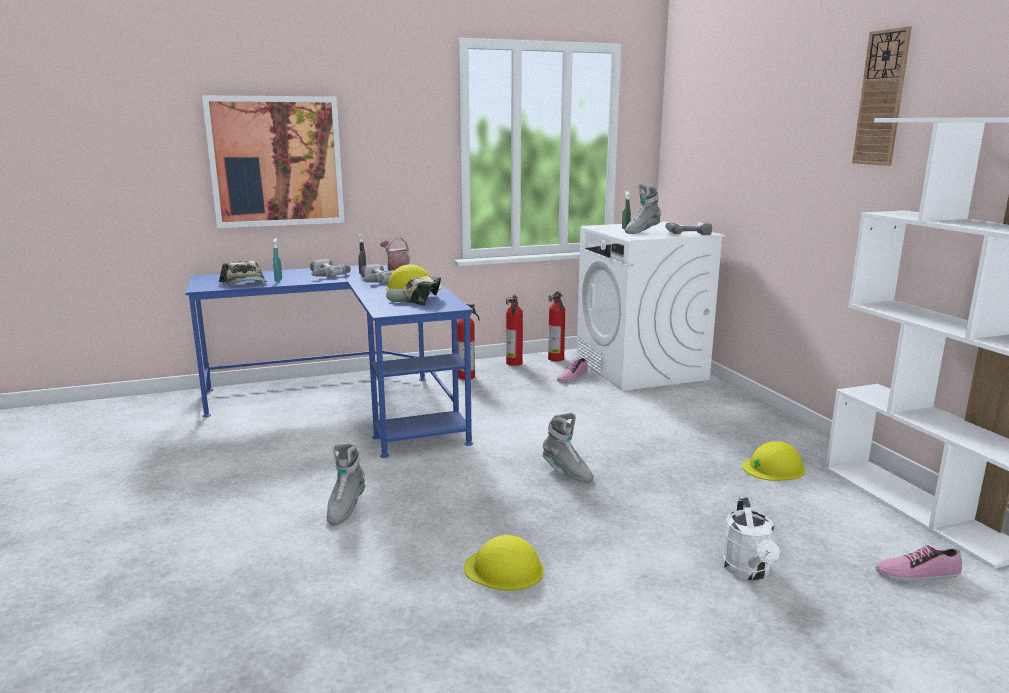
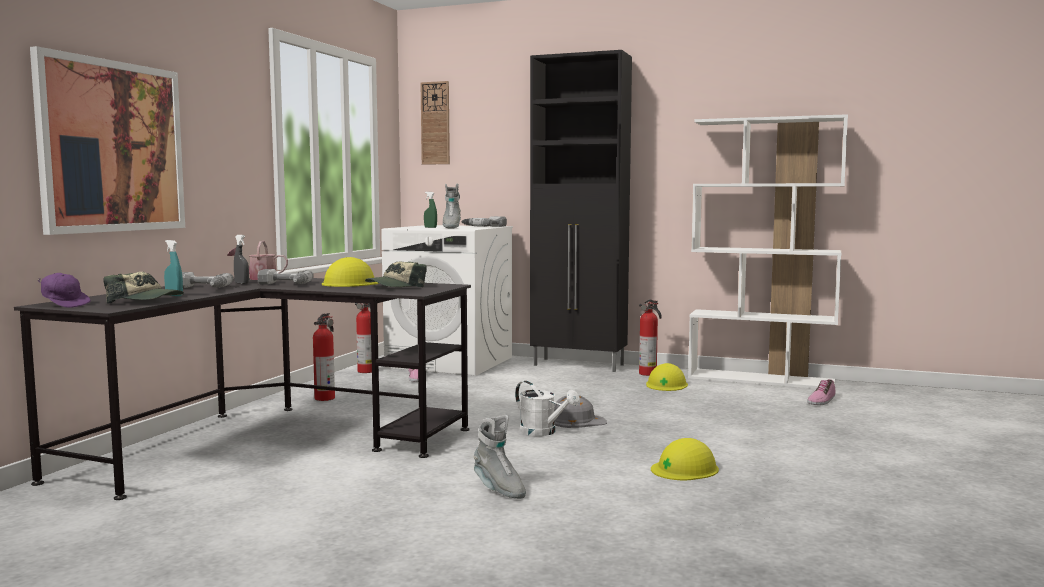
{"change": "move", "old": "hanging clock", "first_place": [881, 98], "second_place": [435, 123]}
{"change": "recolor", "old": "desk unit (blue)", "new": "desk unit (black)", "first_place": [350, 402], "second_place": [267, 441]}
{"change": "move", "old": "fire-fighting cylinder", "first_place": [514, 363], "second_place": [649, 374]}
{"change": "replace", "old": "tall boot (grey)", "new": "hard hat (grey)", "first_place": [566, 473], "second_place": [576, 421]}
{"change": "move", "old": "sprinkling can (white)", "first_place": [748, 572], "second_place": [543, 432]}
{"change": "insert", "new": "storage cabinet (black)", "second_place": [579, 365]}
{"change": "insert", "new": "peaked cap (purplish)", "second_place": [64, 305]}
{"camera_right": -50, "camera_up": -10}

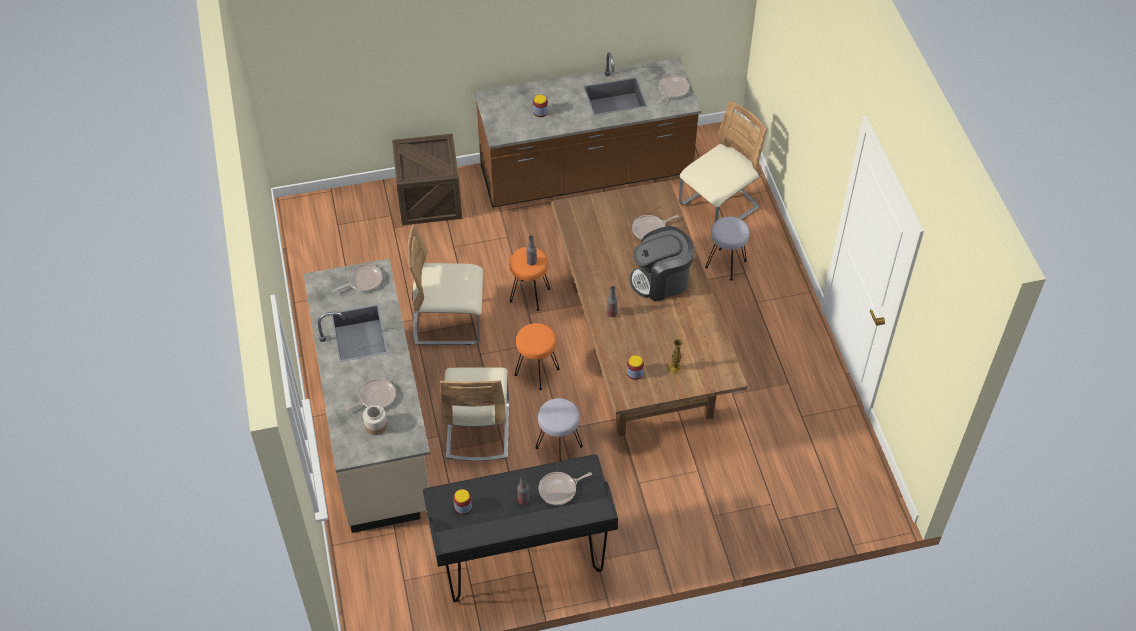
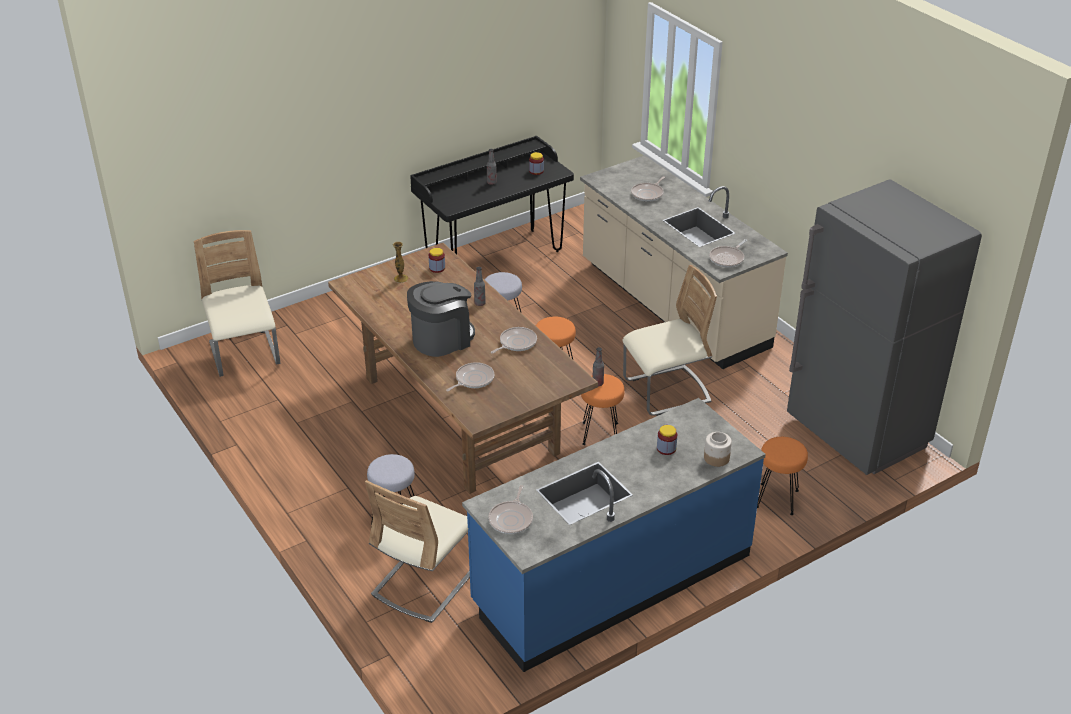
{"change": "recolor", "old": "kitchen base unit (brown-coloured)", "new": "kitchen base unit (blue)", "first_place": [586, 174], "second_place": [611, 580]}
{"change": "replace", "old": "crate", "new": "sitting stool (orange)", "first_place": [429, 199], "second_place": [777, 499]}
{"change": "move", "old": "plain chair (beige-coloured)", "first_place": [477, 429], "second_place": [245, 355]}
{"change": "move", "old": "jar", "first_place": [376, 425], "second_place": [716, 458]}
{"change": "move", "old": "frying pan", "first_place": [559, 490], "second_place": [516, 343]}
{"change": "insert", "new": "fridge (grey)", "second_place": [857, 435]}
{"camera_right": 160, "camera_up": -15}

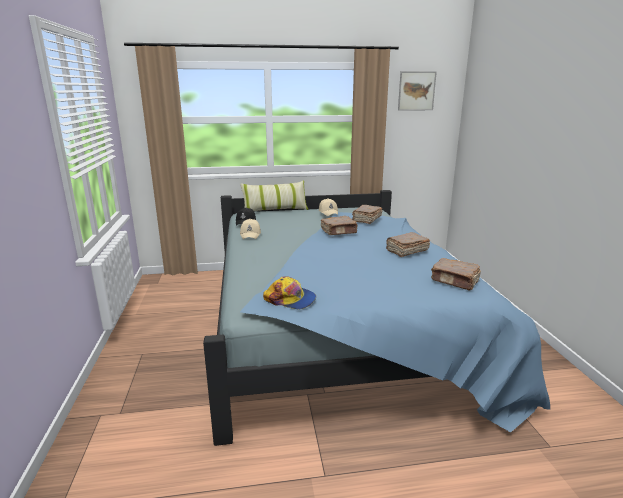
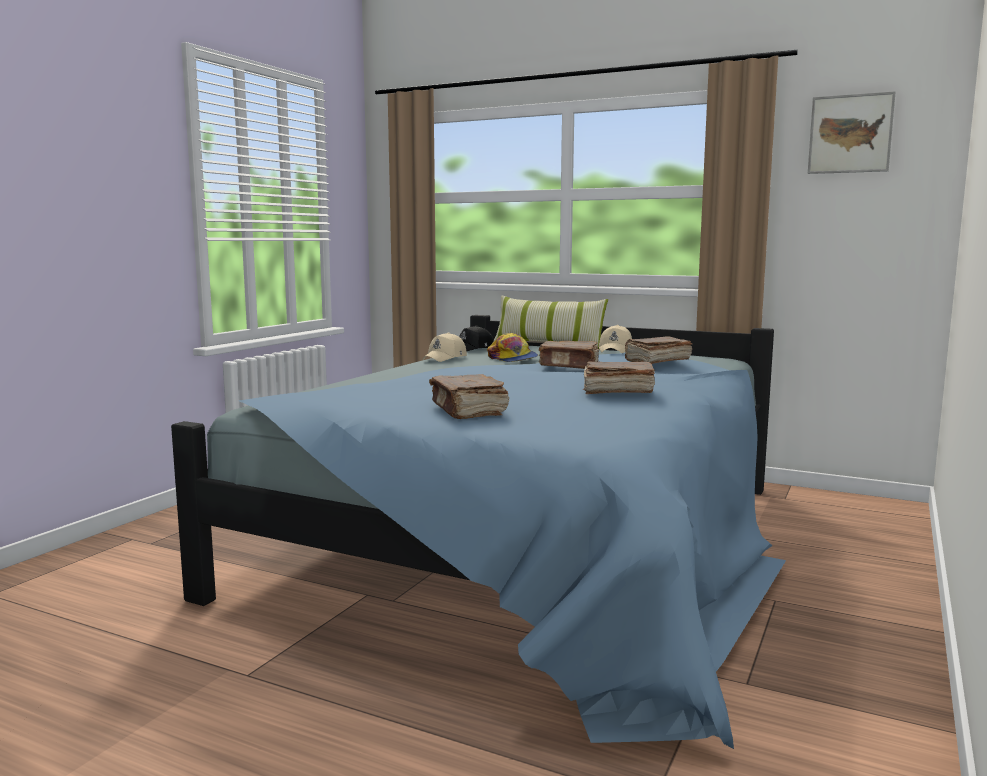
{"change": "move", "old": "bound book (brown-coloured)", "first_place": [455, 281], "second_place": [468, 410]}
{"change": "move", "old": "peaked cap", "first_place": [290, 299], "second_place": [513, 358]}
{"camera_right": 35, "camera_up": -10}

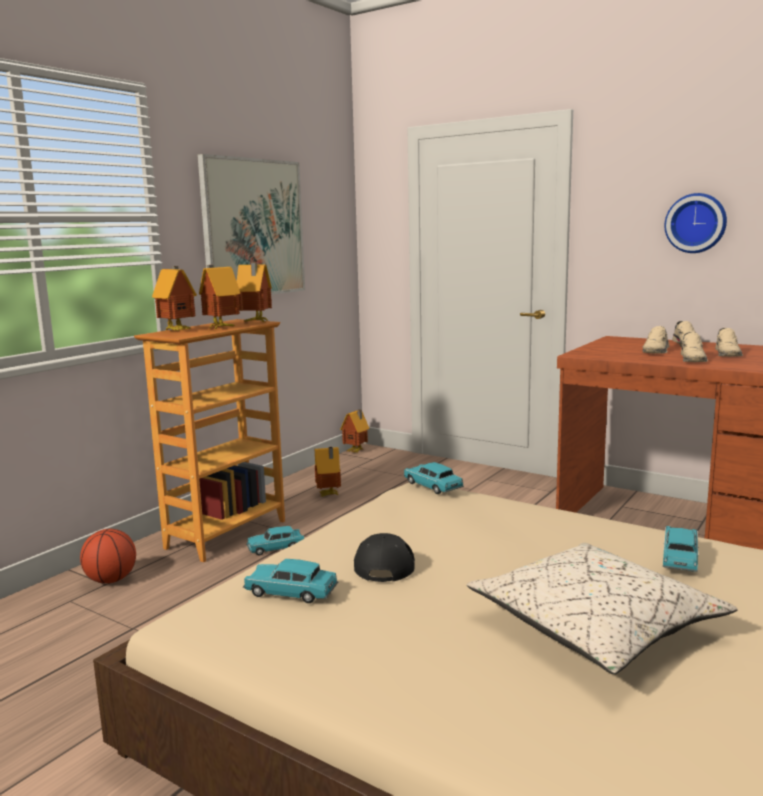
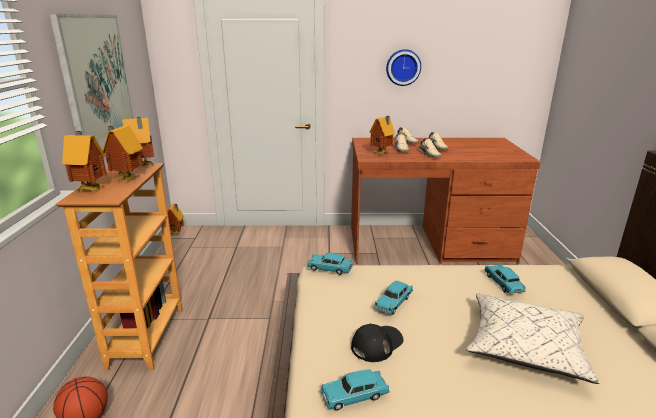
{"change": "move", "old": "toy house", "first_place": [329, 495], "second_place": [382, 153]}
{"change": "move", "old": "miniature car (turquoise-coloured)", "first_place": [276, 548], "second_place": [393, 303]}
{"change": "rotate", "old": "peaked cap (black)", "first_place": [385, 563], "second_place": [377, 344], "degrees": 75}
{"camera_right": -35, "camera_up": 10}

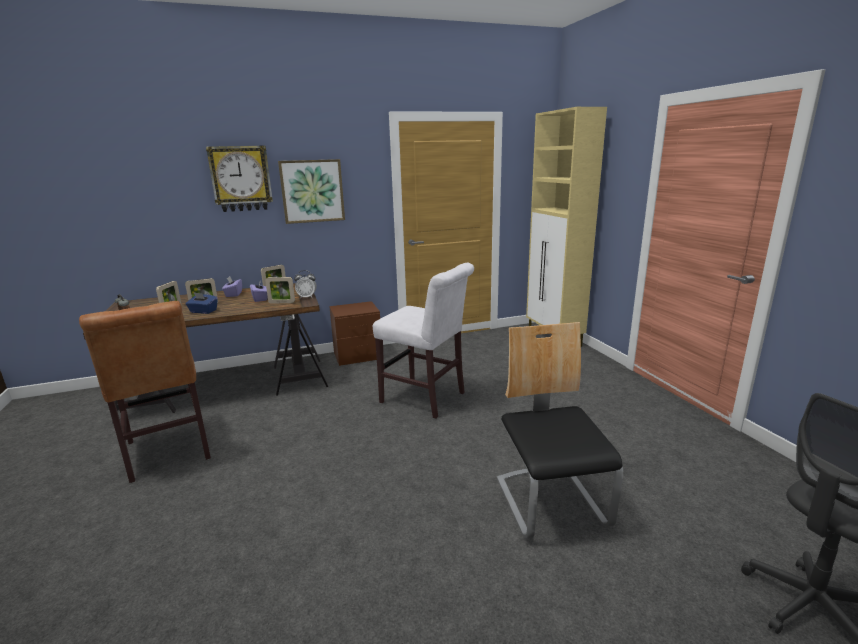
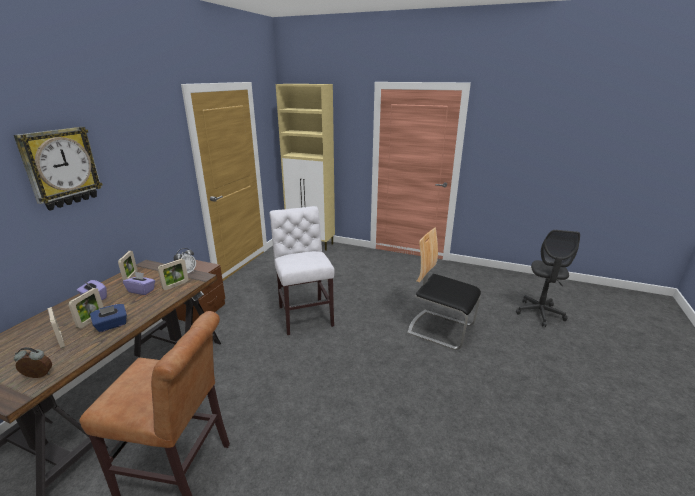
{"change": "delete", "old": "picture", "first_place": [312, 191]}
{"change": "rotate", "old": "plain chair (white)", "first_place": [426, 399], "second_place": [304, 314], "degrees": -90}
{"camera_right": -50, "camera_up": 5}

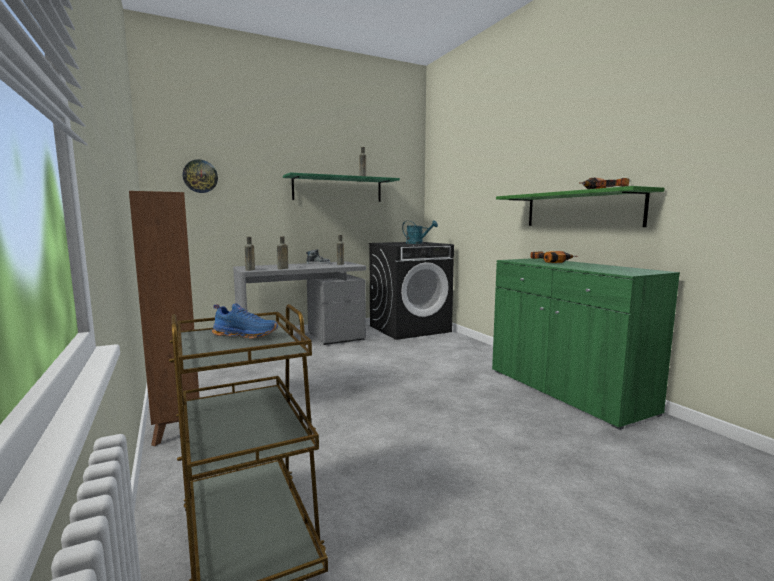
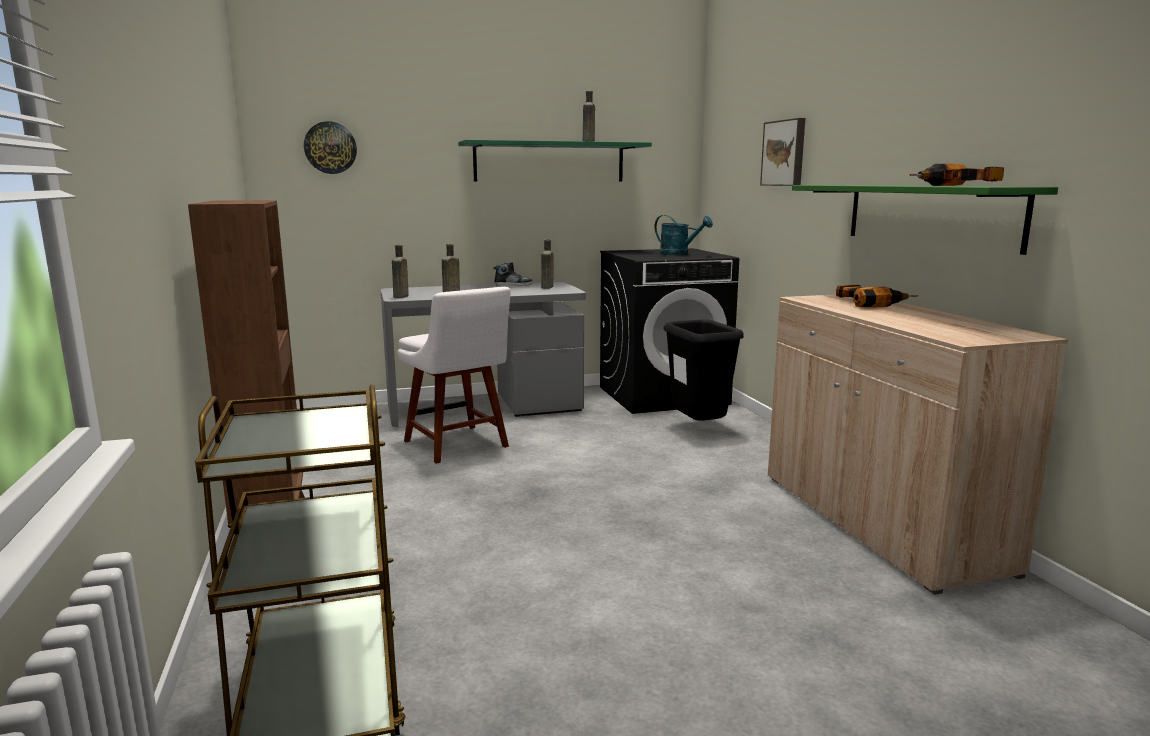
{"change": "recolor", "old": "storage cabinet (greenish)", "new": "storage cabinet (beige-coloured)", "first_place": [566, 391], "second_place": [878, 522]}
{"change": "delete", "old": "low shoe (blue)", "first_place": [246, 335]}
{"change": "insert", "new": "picture", "second_place": [785, 153]}
{"change": "insert", "new": "plain chair (white)", "second_place": [458, 445]}
{"change": "insert", "new": "rubbish bin (black)", "second_place": [698, 430]}
{"camera_right": 10, "camera_up": 5}

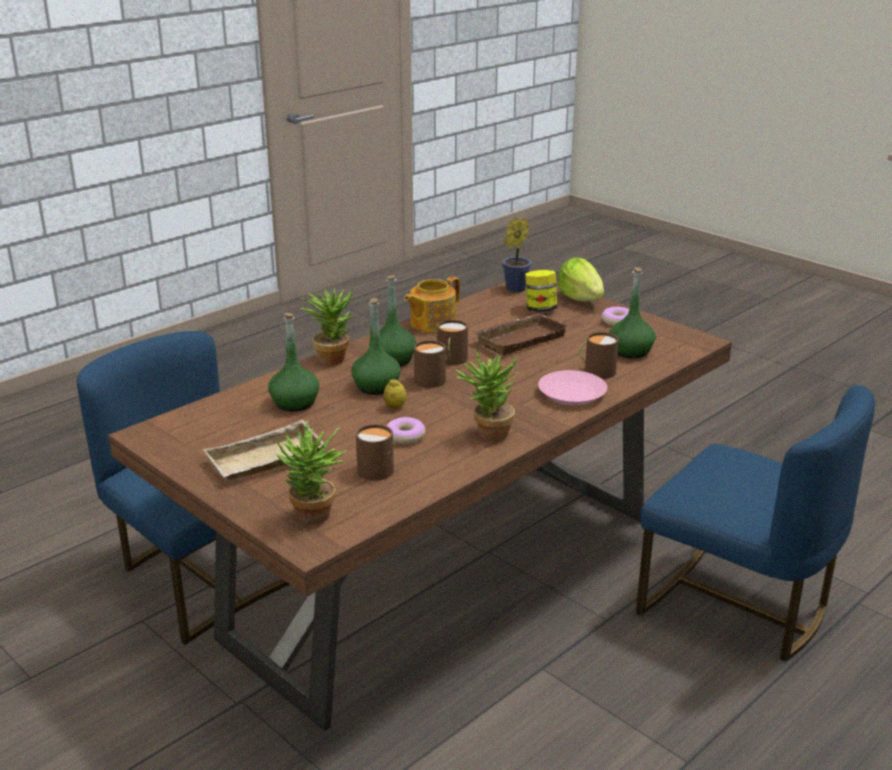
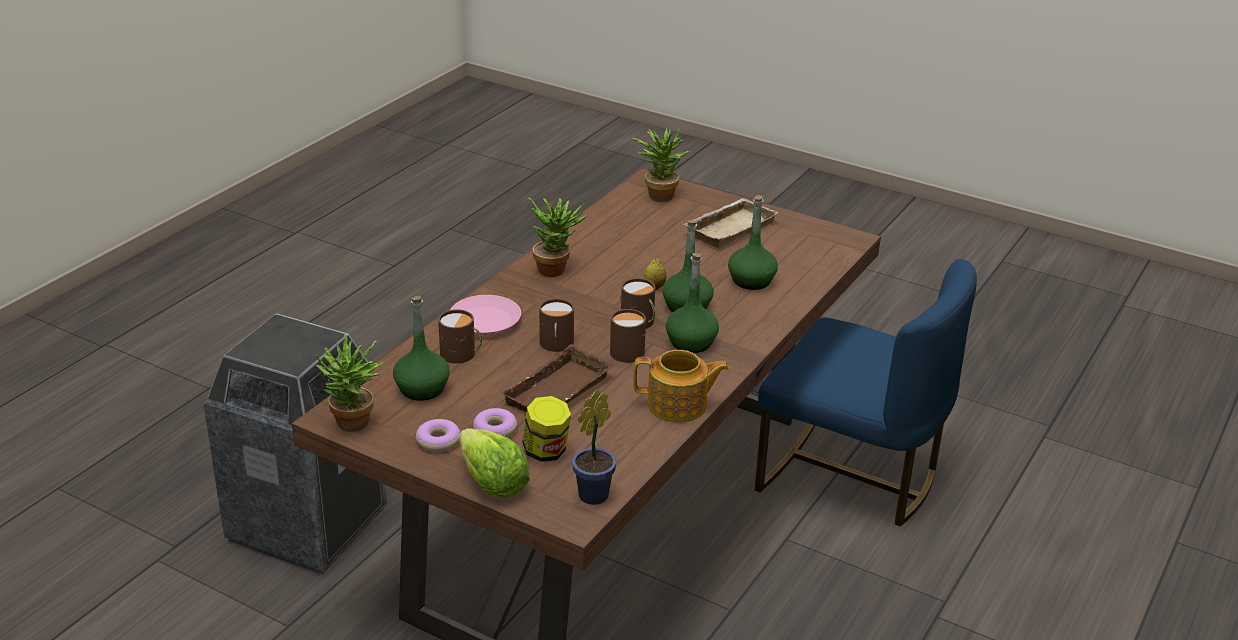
{"change": "rotate", "old": "pot for tea", "first_place": [431, 323], "second_place": [678, 406], "degrees": 60}
{"change": "move", "old": "potted plant", "first_place": [332, 357], "second_place": [353, 426]}
{"change": "replace", "old": "plain chair (blue)", "new": "rubbish bin", "first_place": [737, 606], "second_place": [307, 523]}
{"change": "move", "old": "ring doughnut", "first_place": [405, 436], "second_place": [495, 430]}
{"change": "move", "old": "tea mug (brown-coloured)", "first_place": [377, 468], "second_place": [555, 344]}
{"camera_right": 165, "camera_up": 5}

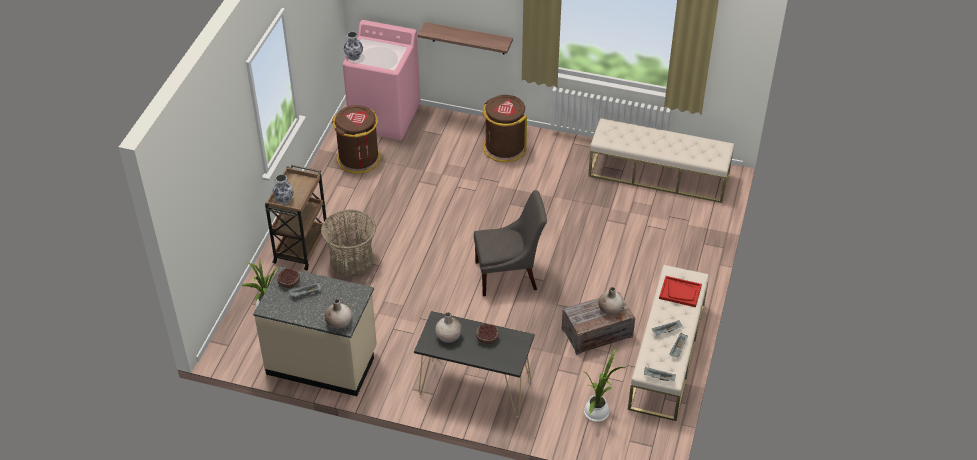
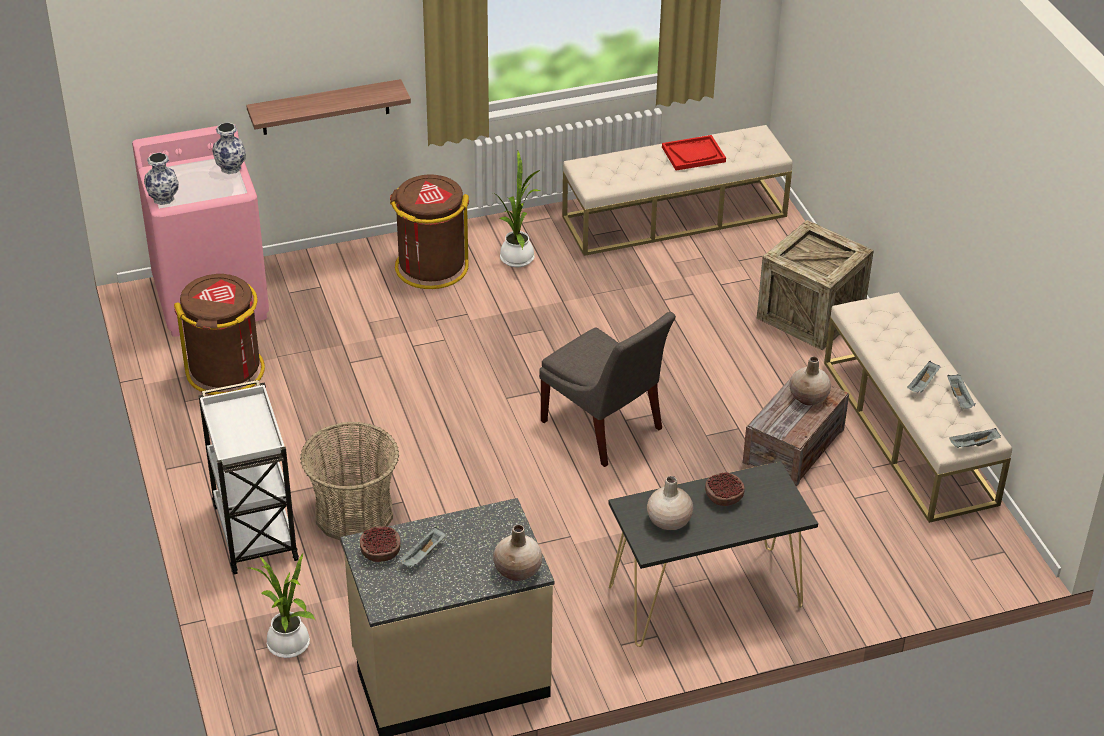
{"change": "recolor", "old": "cart (brown-coloured)", "new": "cart (white)", "first_place": [301, 246], "second_place": [254, 530]}
{"change": "move", "old": "vase", "first_place": [284, 200], "second_place": [231, 168]}
{"change": "rotate", "old": "plain chair (grey)", "first_place": [509, 275], "second_place": [604, 428], "degrees": 90}
{"change": "move", "old": "serving tray (reddish)", "first_place": [680, 292], "second_place": [693, 154]}
{"change": "move", "old": "potted plant", "first_place": [598, 411], "second_place": [517, 256]}
{"change": "insert", "new": "crate", "second_place": [810, 315]}
{"camera_right": -35, "camera_up": -5}

